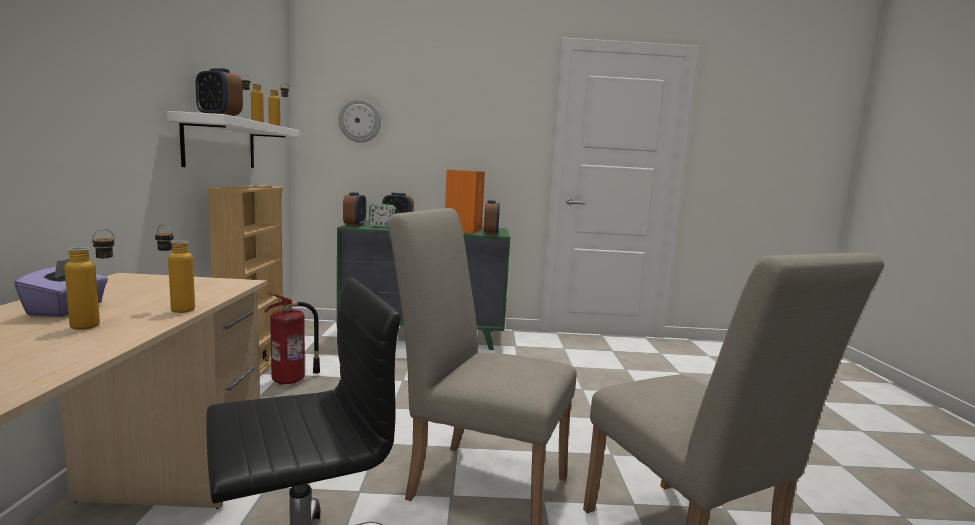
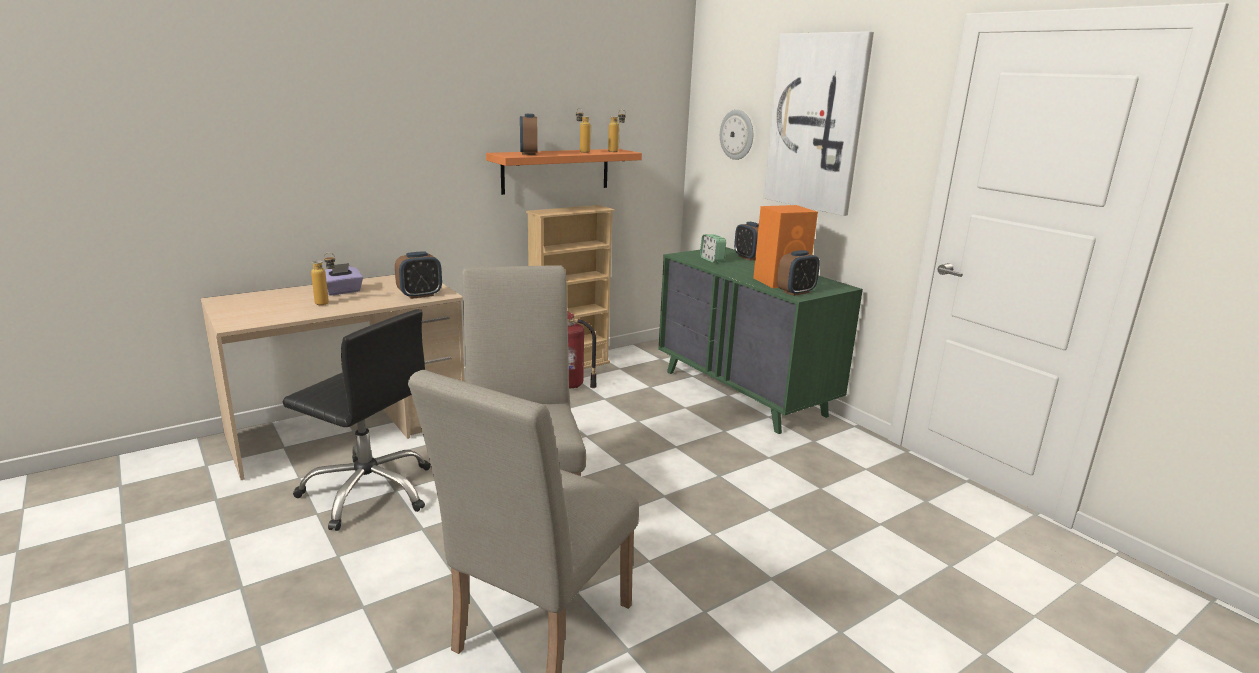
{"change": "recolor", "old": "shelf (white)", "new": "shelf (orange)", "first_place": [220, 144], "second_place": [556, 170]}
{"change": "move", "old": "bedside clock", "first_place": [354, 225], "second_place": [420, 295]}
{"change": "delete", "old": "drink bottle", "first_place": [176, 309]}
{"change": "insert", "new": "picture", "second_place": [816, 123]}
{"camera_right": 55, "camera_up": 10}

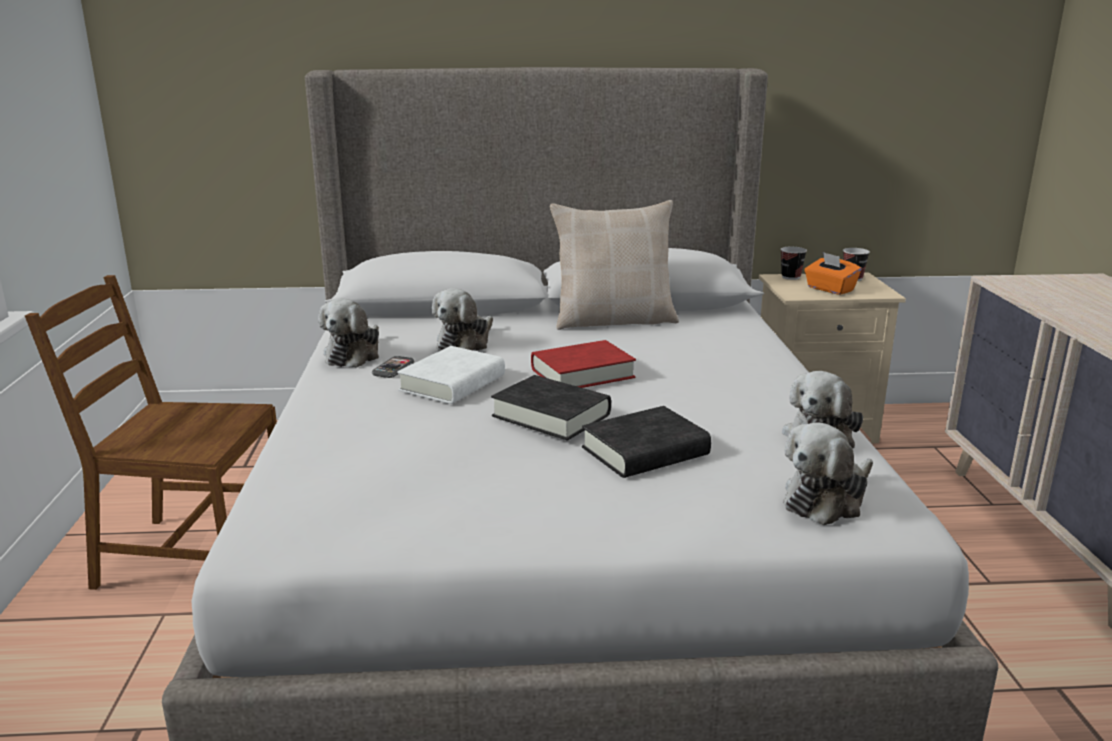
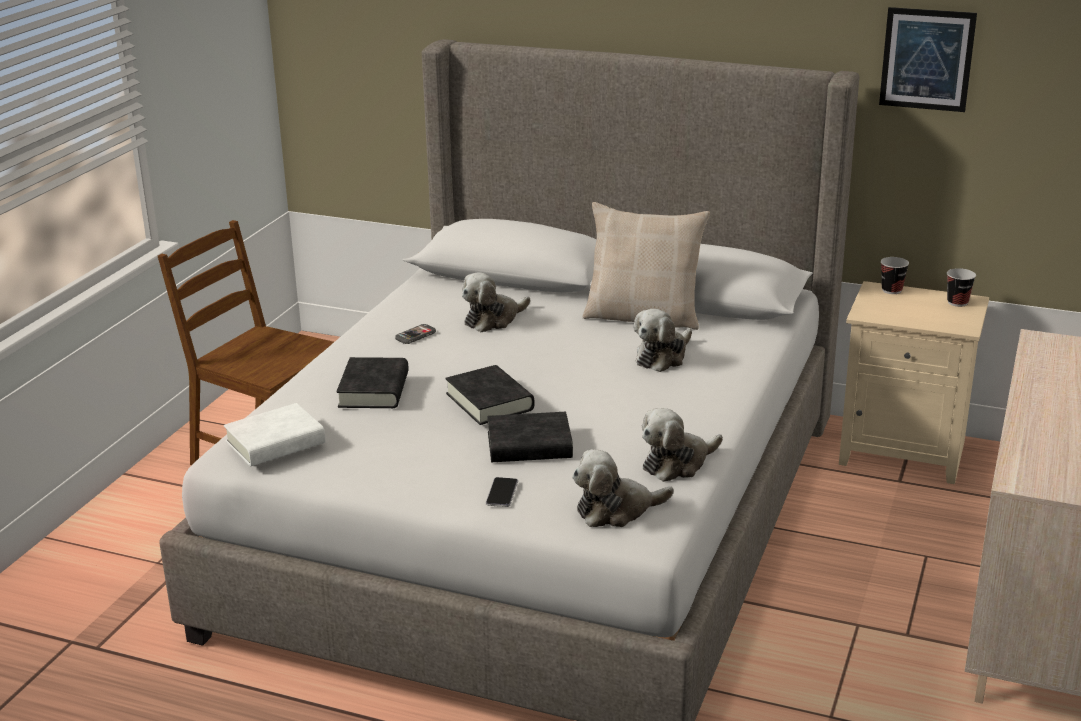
{"change": "delete", "old": "tissue holder (orange)", "first_place": [830, 289]}
{"change": "move", "old": "plush toy", "first_place": [354, 355], "second_place": [662, 357]}
{"change": "delete", "old": "bound book (reddish)", "first_place": [582, 373]}
{"change": "move", "old": "bound book (white)", "first_place": [452, 383], "second_place": [275, 443]}
{"change": "insert", "new": "picture", "second_place": [927, 59]}
{"change": "insert", "new": "bound book (black)", "second_place": [374, 390]}
{"change": "insert", "new": "handset", "second_place": [502, 493]}
{"camera_right": 25, "camera_up": 5}

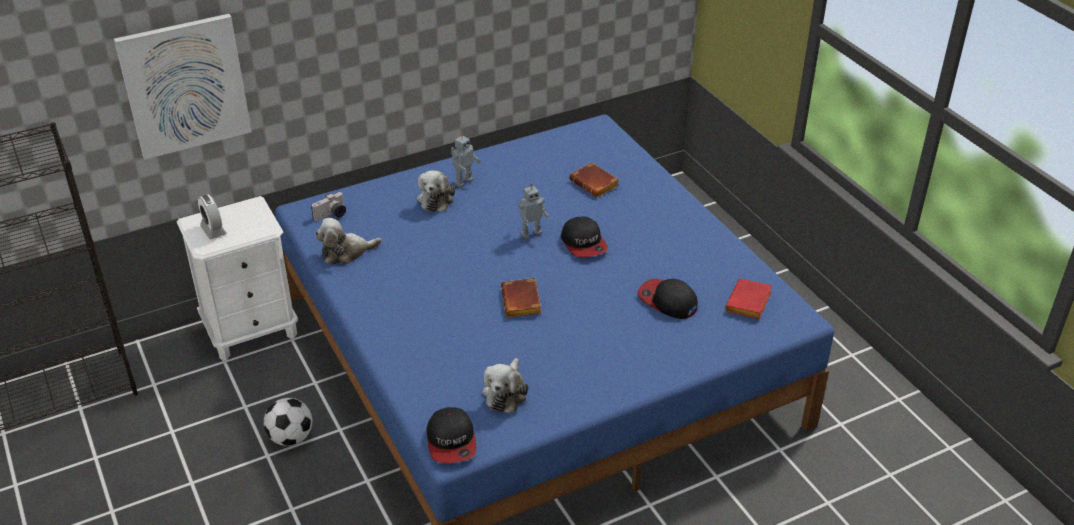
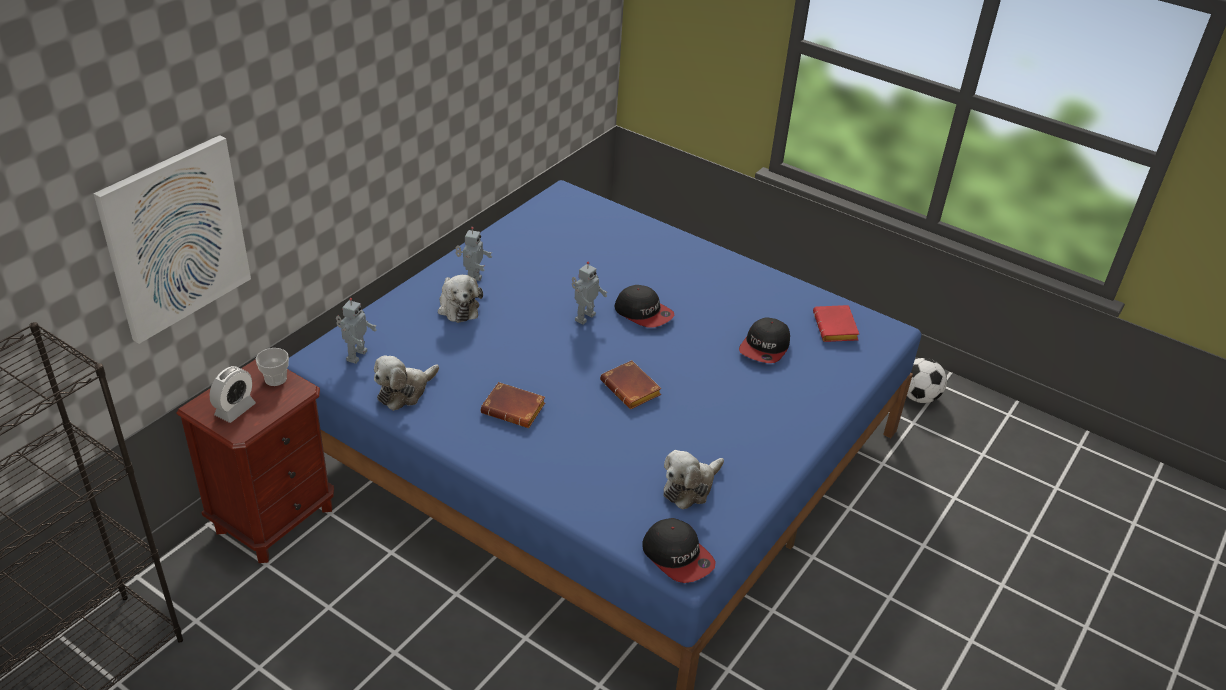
{"change": "move", "old": "bound book (brown-coloured)", "first_place": [596, 184], "second_place": [515, 409]}
{"change": "replace", "old": "still camera", "new": "model robot", "first_place": [332, 215], "second_place": [355, 355]}
{"change": "rotate", "old": "bedside clock", "first_place": [213, 230], "second_place": [235, 410], "degrees": -90}
{"change": "recolor", "old": "nightstand (white)", "new": "nightstand (brown-coloured)", "first_place": [251, 331], "second_place": [275, 519]}
{"change": "rotate", "old": "peaked cap", "first_place": [667, 301], "second_place": [765, 347], "degrees": -75}
{"change": "rotate", "old": "plush toy", "first_place": [506, 393], "second_place": [690, 487], "degrees": 60}
{"change": "move", "old": "ball for football", "first_place": [291, 438], "second_place": [918, 397]}
{"change": "insert", "new": "small cup", "second_place": [275, 379]}
{"camera_right": -30, "camera_up": 0}

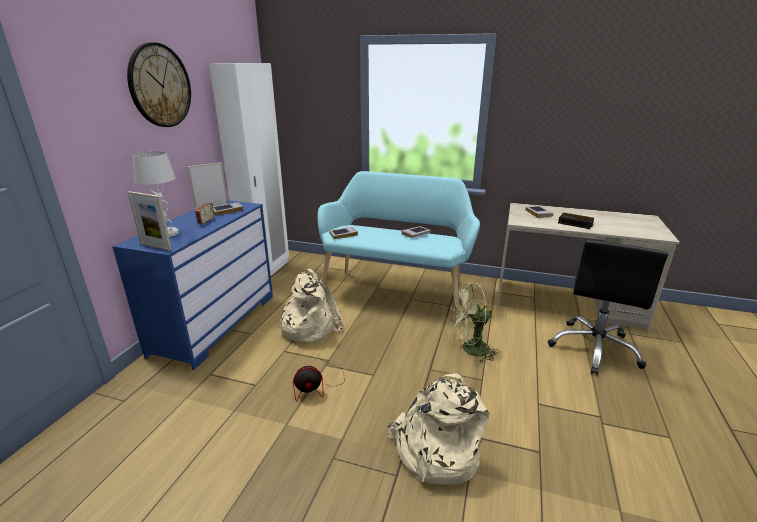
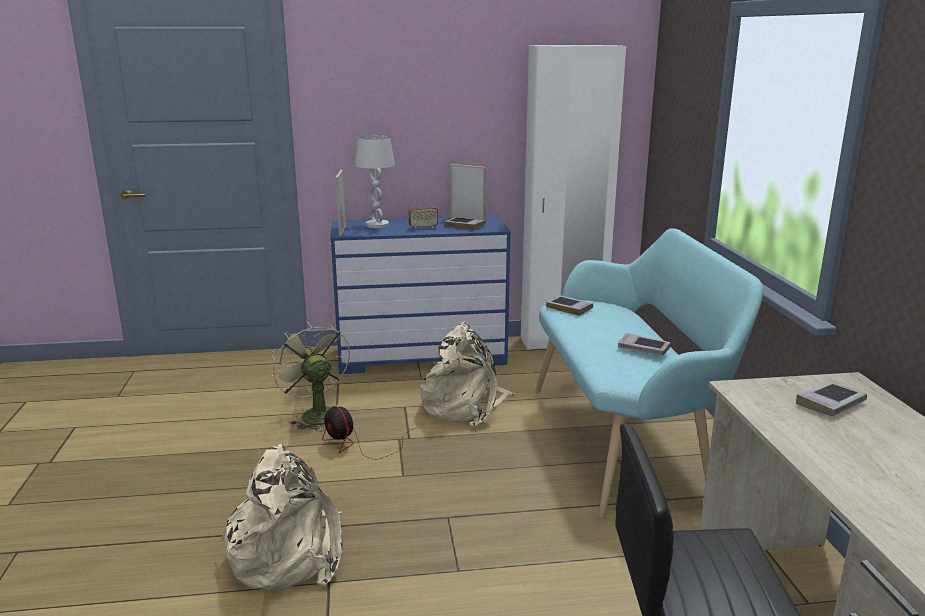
{"change": "delete", "old": "hanging clock", "first_place": [160, 86]}
{"change": "delete", "old": "bedside clock", "first_place": [576, 223]}
{"change": "move", "old": "fan (greenish)", "first_place": [470, 350], "second_place": [315, 414]}
{"camera_right": 65, "camera_up": -5}

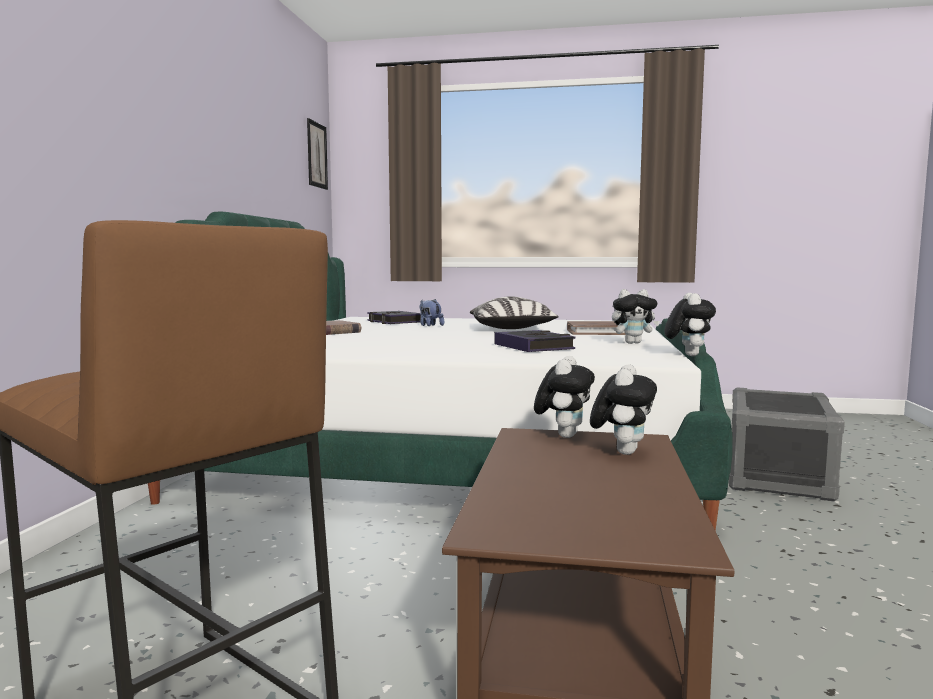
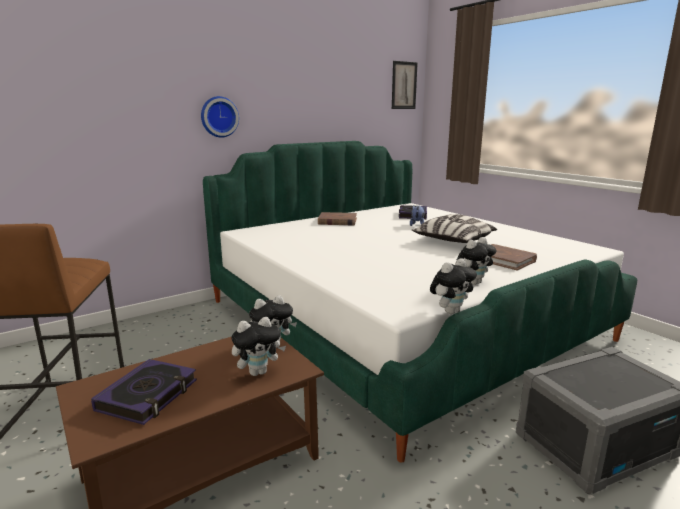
{"change": "rotate", "old": "plush toy", "first_place": [633, 343], "second_place": [473, 282], "degrees": -75}
{"change": "move", "old": "bound book", "first_place": [533, 347], "second_place": [148, 396]}
{"change": "insert", "new": "hanging clock", "second_place": [219, 117]}
{"camera_right": 45, "camera_up": 10}

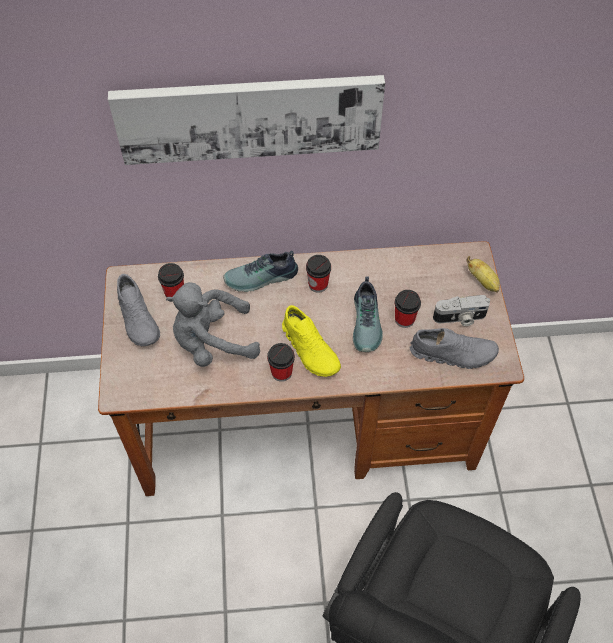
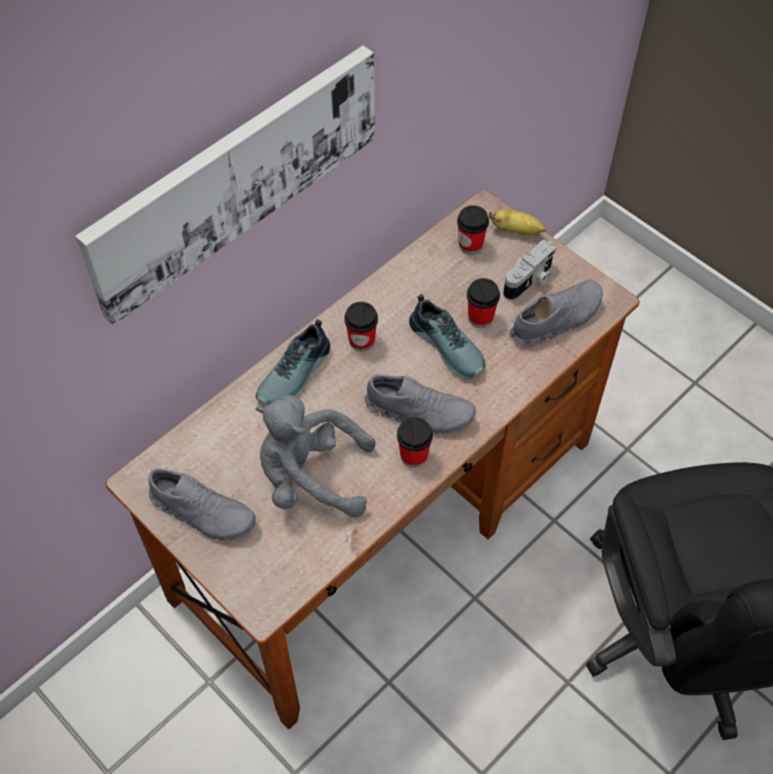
{"change": "move", "old": "small cup", "first_place": [174, 293], "second_place": [470, 245]}
{"change": "rotate", "old": "plush toy (grey)", "first_place": [212, 342], "second_place": [311, 477], "degrees": 60}
{"change": "recolor", "old": "low shoe (yellowish)", "new": "low shoe (grey)", "first_place": [310, 349], "second_place": [419, 412]}
{"camera_right": -40, "camera_up": 0}

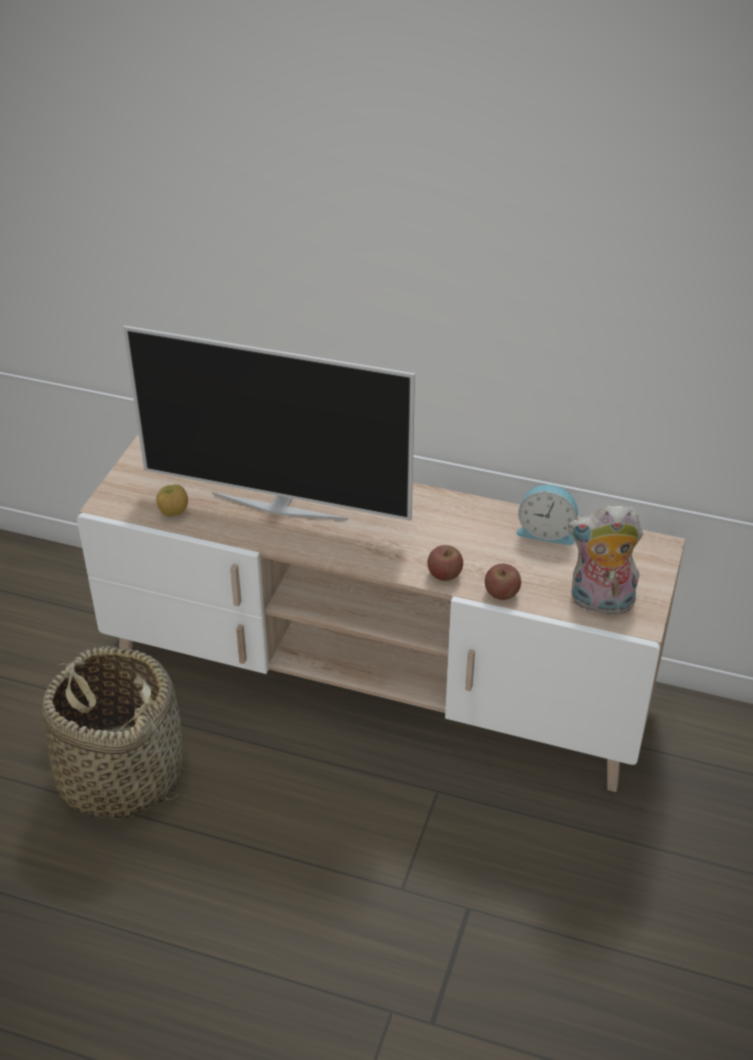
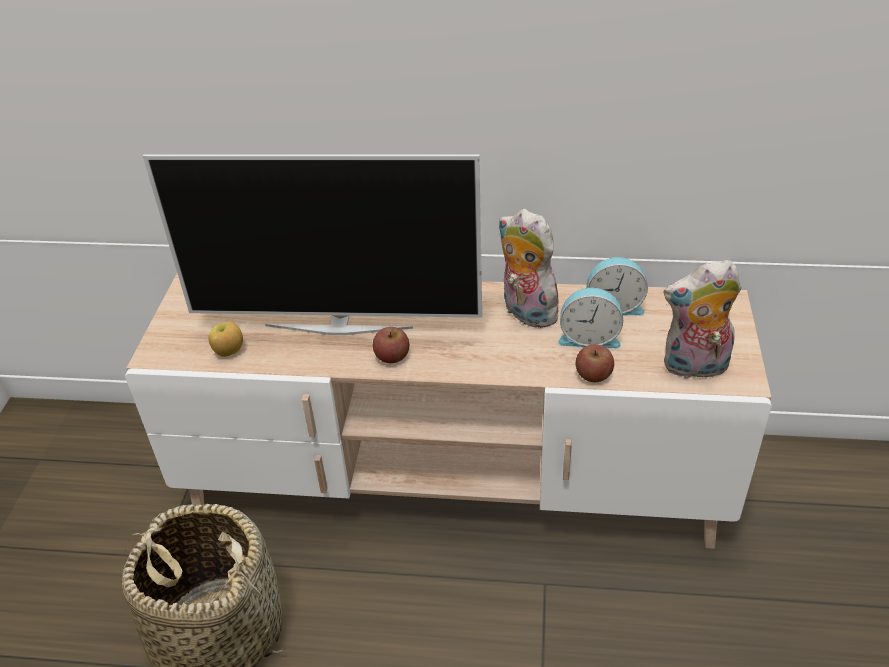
{"change": "move", "old": "apple", "first_place": [444, 574], "second_place": [392, 356]}
{"change": "insert", "new": "plush toy", "second_place": [525, 312]}
{"change": "insert", "new": "bedside clock", "second_place": [589, 337]}
{"camera_right": -10, "camera_up": 0}

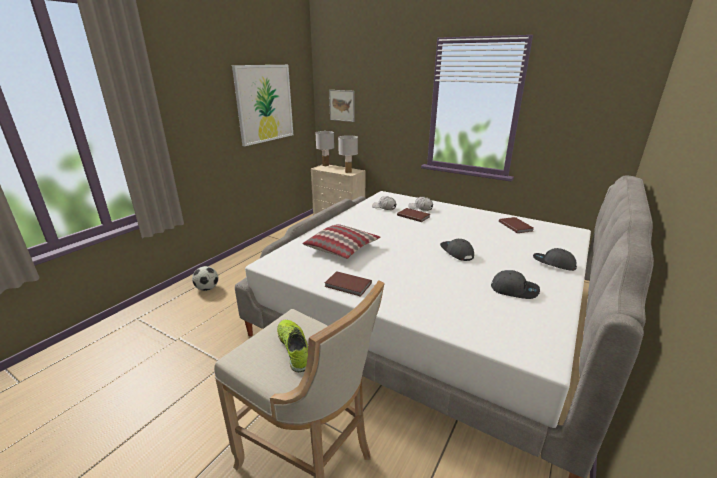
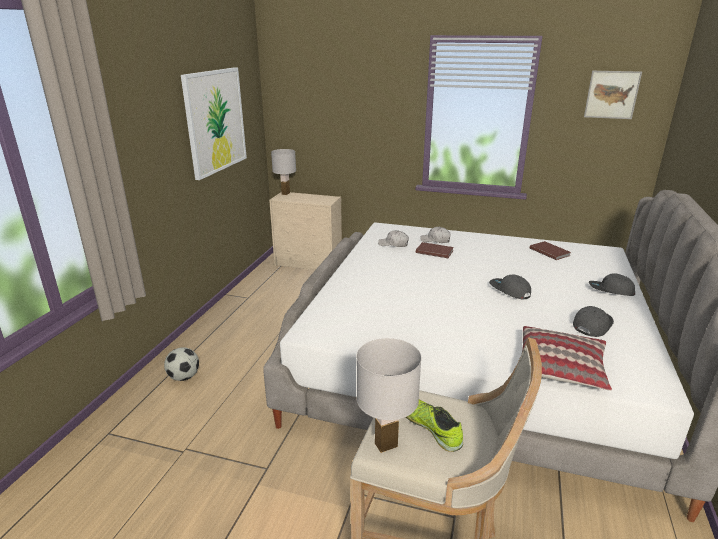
{"change": "move", "old": "picture", "first_place": [342, 105], "second_place": [611, 94]}
{"change": "move", "old": "tabletop lamp (white)", "first_place": [348, 172], "second_place": [386, 444]}
{"change": "move", "old": "cushion", "first_place": [342, 248], "second_place": [560, 367]}
{"change": "rotate", "old": "peaked cap (grey)", "first_place": [514, 289], "second_place": [591, 324], "degrees": -60}
{"change": "delete", "old": "bound book (brown-coloured)", "first_place": [348, 285]}
{"camera_right": -15, "camera_up": 0}

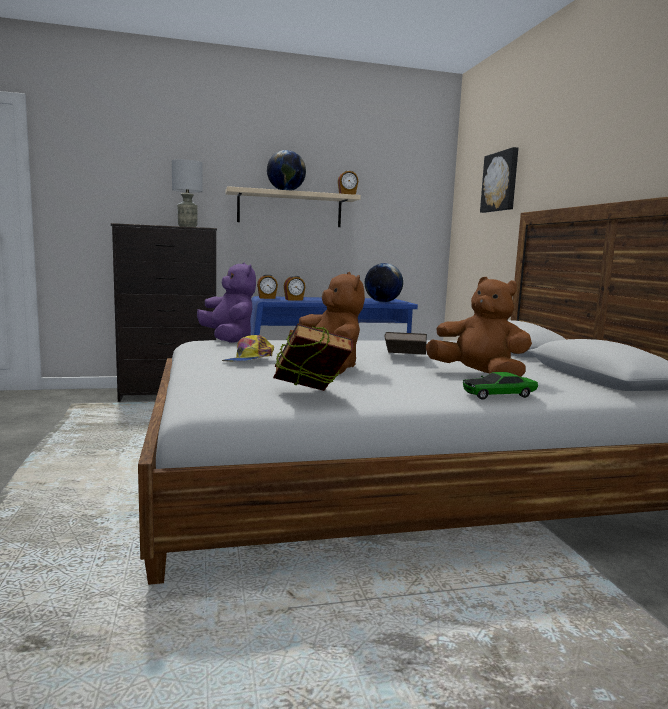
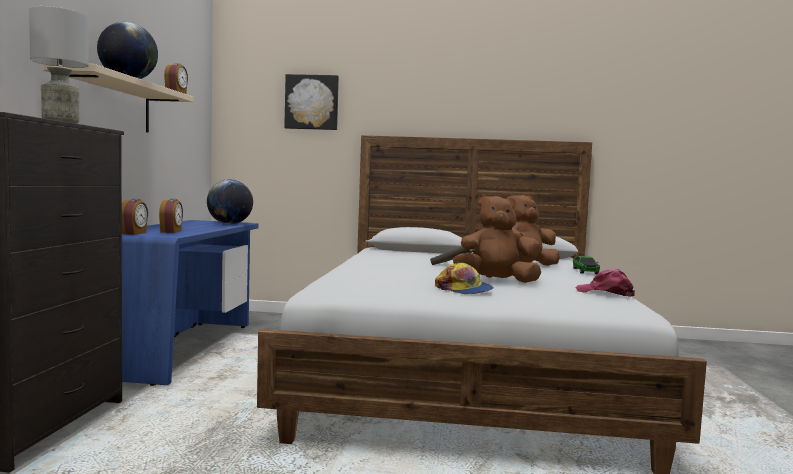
{"change": "delete", "old": "plush toy (purplish)", "first_place": [228, 339]}
{"change": "replace", "old": "bound book", "new": "peaked cap (pink)", "first_place": [310, 396], "second_place": [605, 293]}
{"camera_right": -70, "camera_up": -5}

